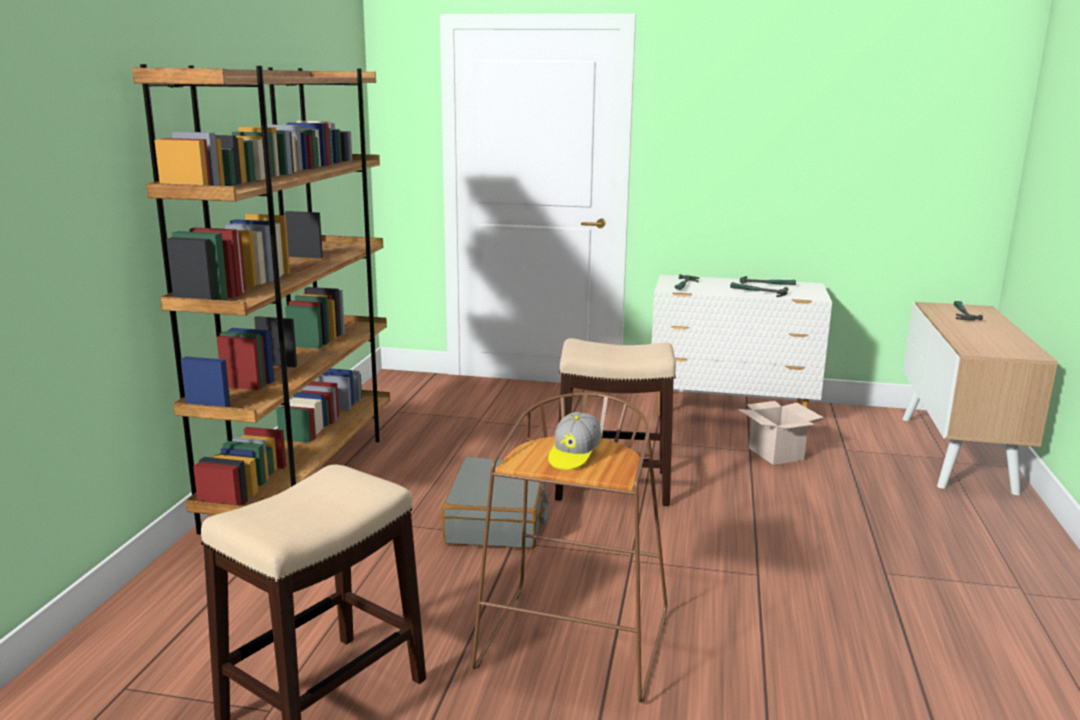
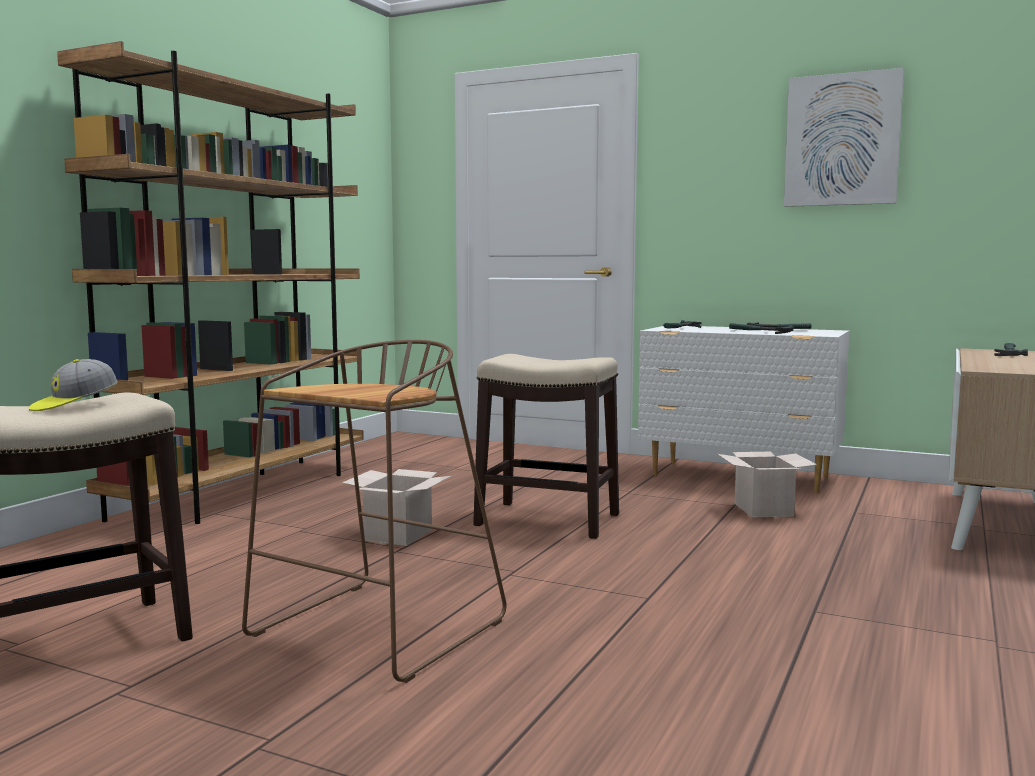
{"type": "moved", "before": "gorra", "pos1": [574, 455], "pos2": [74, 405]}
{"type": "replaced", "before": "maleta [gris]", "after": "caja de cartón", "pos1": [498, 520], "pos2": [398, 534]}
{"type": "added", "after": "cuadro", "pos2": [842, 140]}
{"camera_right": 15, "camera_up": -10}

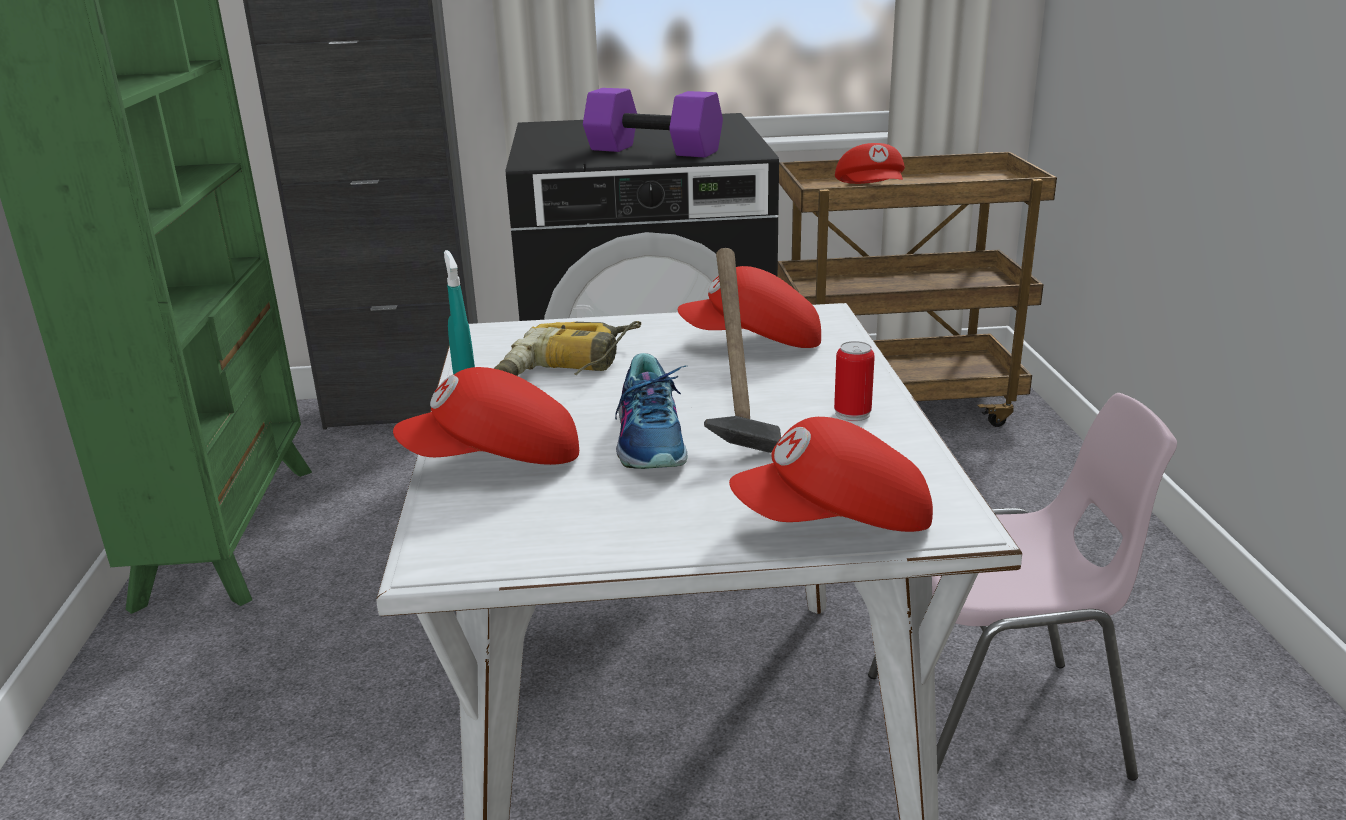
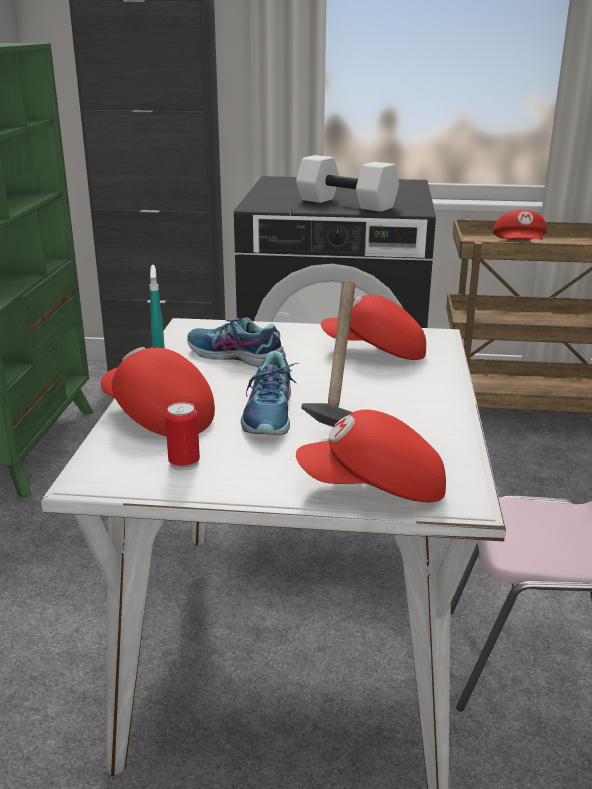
{"type": "turned", "before": "gorra [rojo]", "pos1": [495, 462], "pos2": [157, 417], "turn": 45}
{"type": "moved", "before": "lata", "pos1": [852, 413], "pos2": [184, 462]}
{"type": "replaced", "before": "taladro", "after": "zapato", "pos1": [568, 368], "pos2": [235, 357]}
{"type": "recoloured", "before": "mancuerna [morado]", "after": "mancuerna [blanco]", "pos1": [651, 151], "pos2": [344, 204]}
{"camera_right": 10, "camera_up": 0}

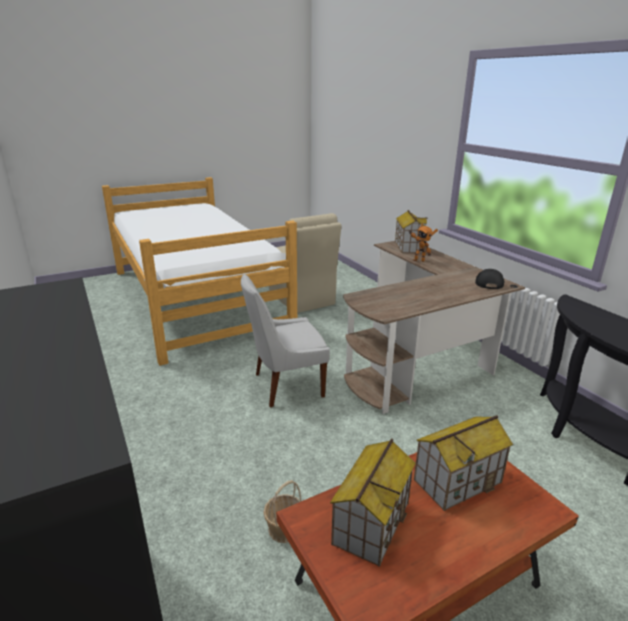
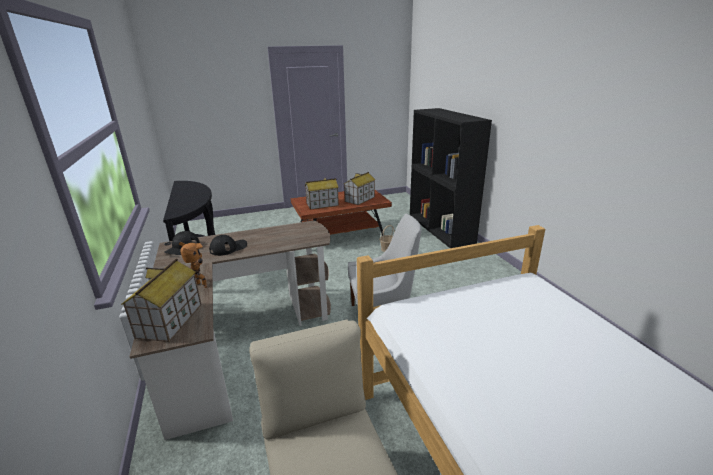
{"type": "added", "after": "gorra [negro]", "pos2": [228, 248]}
{"camera_right": -170, "camera_up": 0}

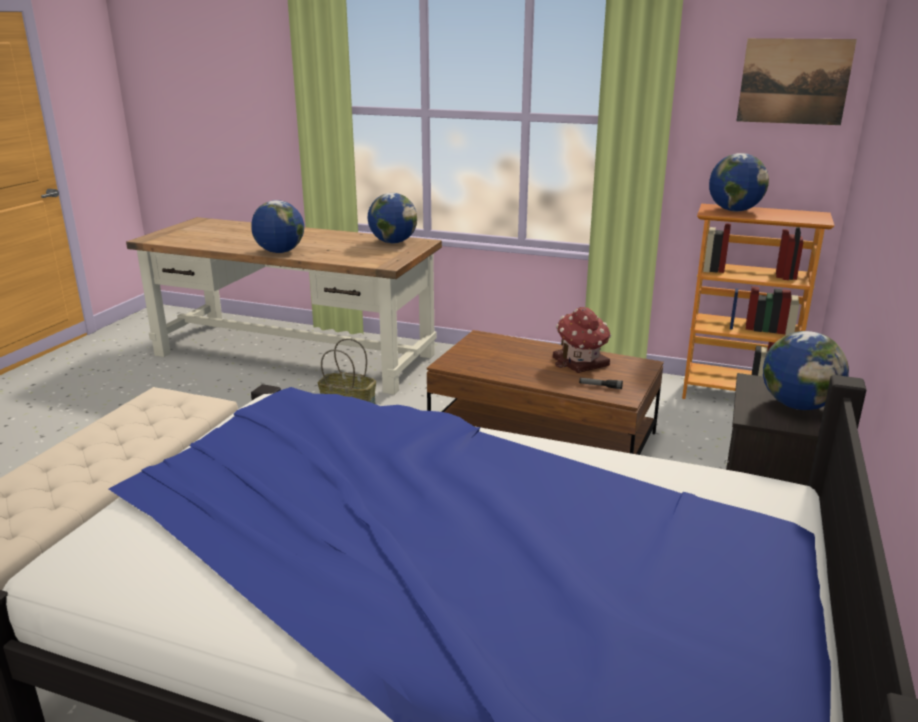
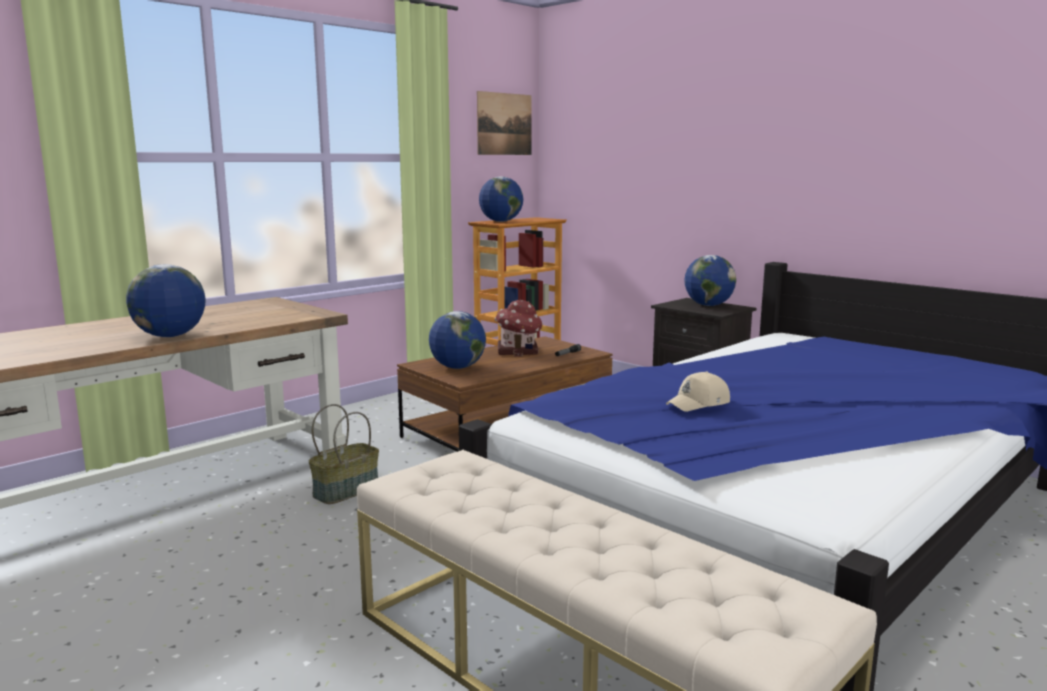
{"type": "moved", "before": "globo terráqueo", "pos1": [393, 242], "pos2": [457, 367]}
{"type": "added", "after": "gorra [beis]", "pos2": [699, 403]}
{"camera_right": -65, "camera_up": -10}

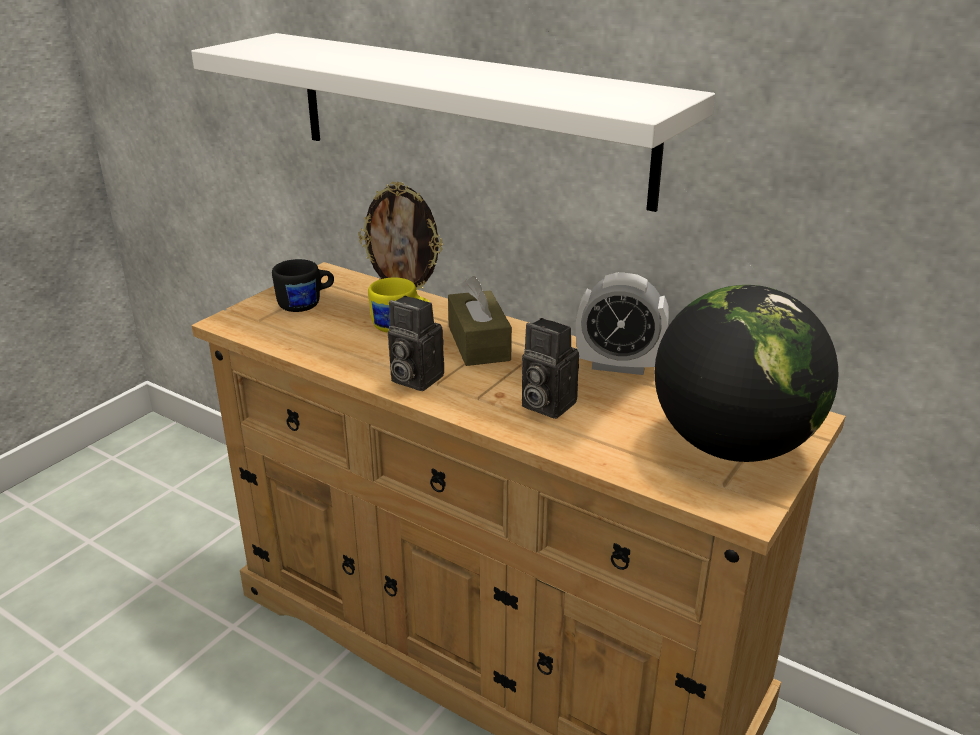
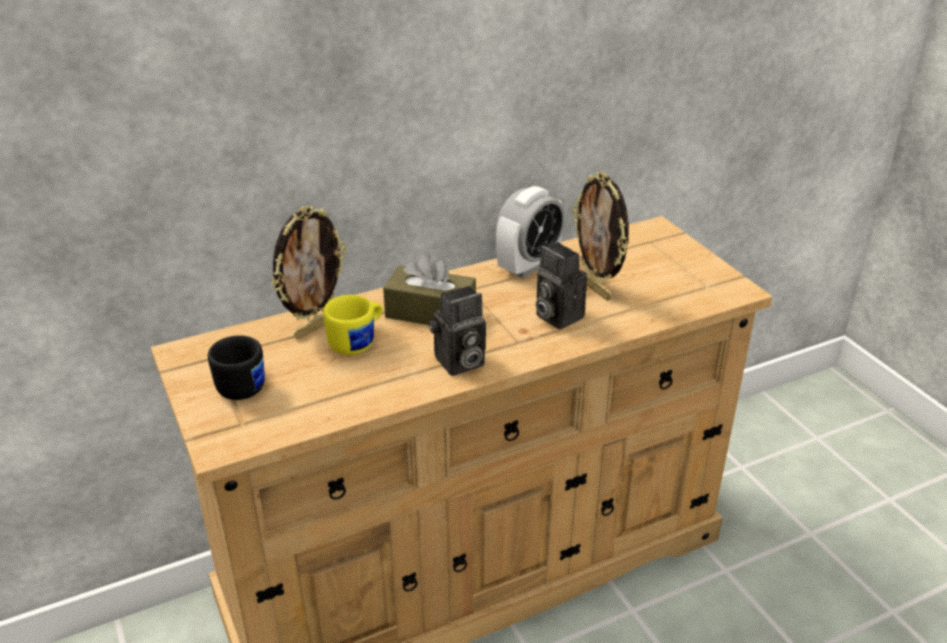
{"type": "turned", "before": "cámara", "pos1": [544, 404], "pos2": [555, 316], "turn": 75}
{"type": "added", "after": "portarretratos", "pos2": [596, 289]}
{"type": "removed", "before": "estante [blanco]", "pos1": [466, 116]}
{"type": "removed", "before": "globo terráqueo", "pos1": [732, 446]}
{"camera_right": -60, "camera_up": 5}

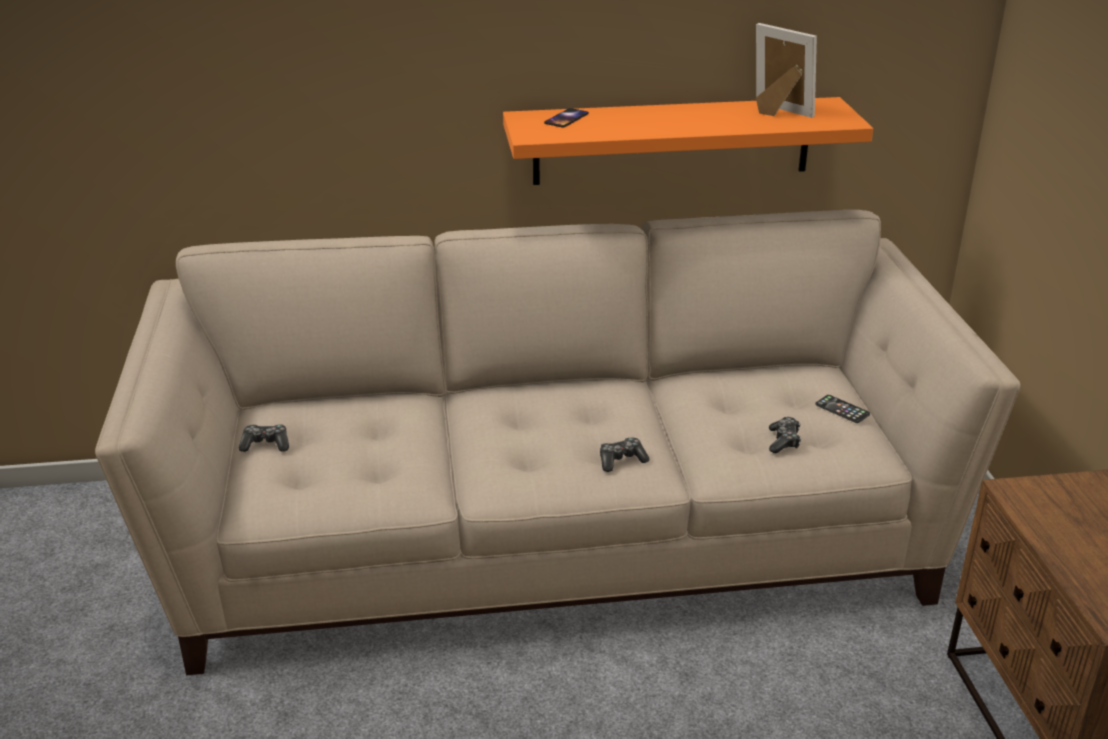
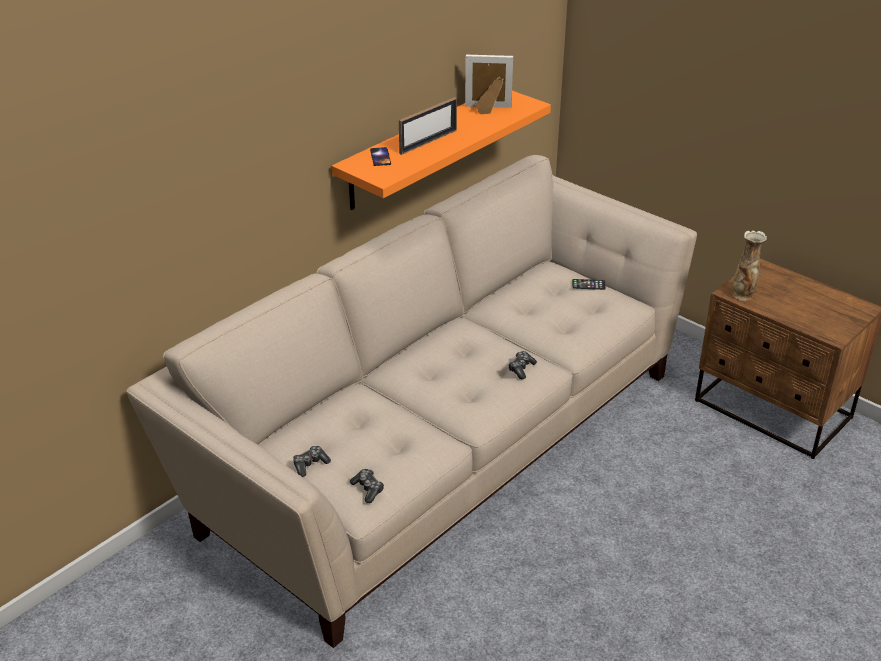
{"type": "moved", "before": "mando de consola", "pos1": [784, 441], "pos2": [368, 489]}
{"type": "added", "after": "portarretratos", "pos2": [428, 142]}
{"type": "added", "after": "florero", "pos2": [743, 295]}
{"camera_right": -40, "camera_up": 5}

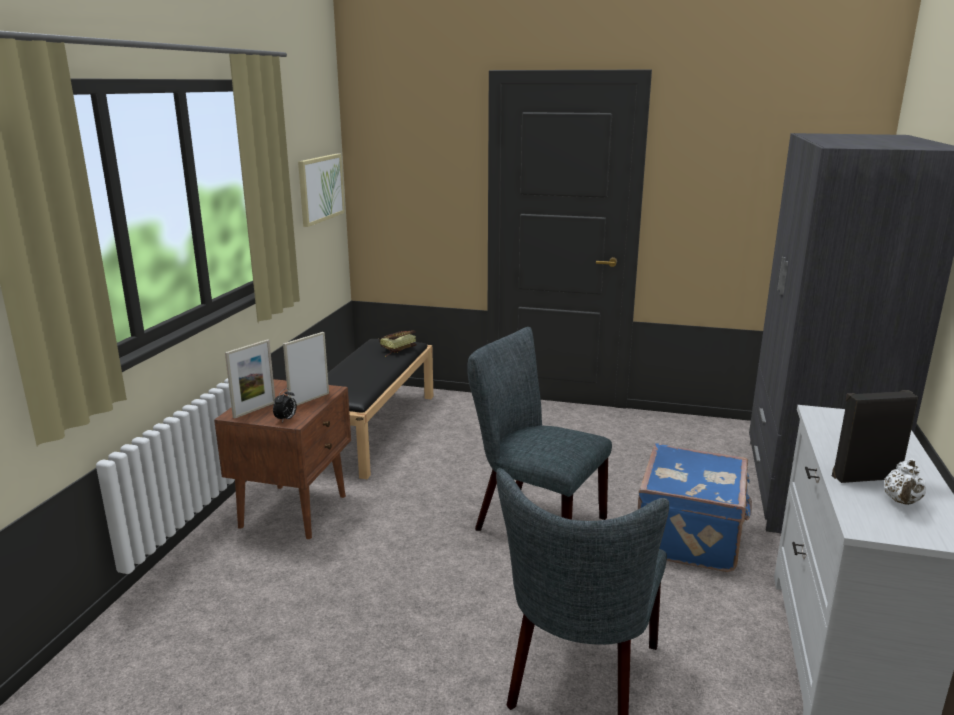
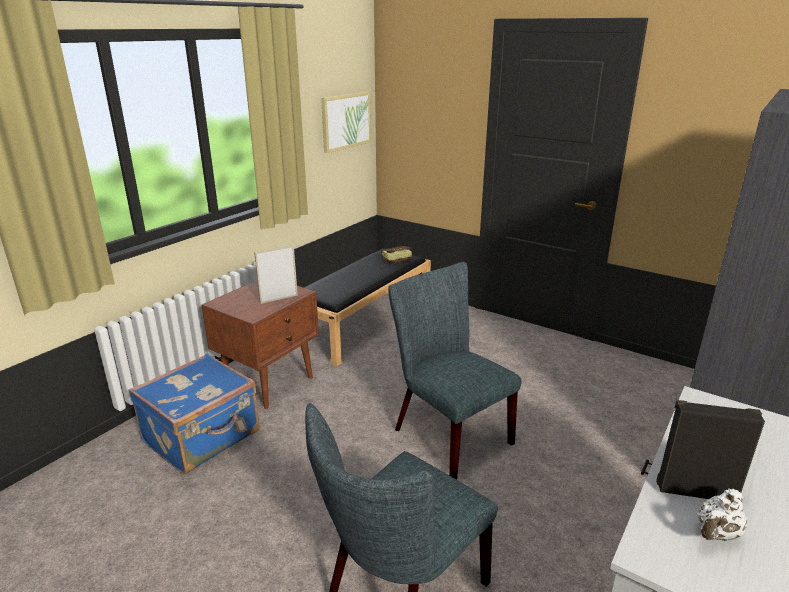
{"type": "moved", "before": "maleta [azul]", "pos1": [691, 536], "pos2": [203, 437]}
{"type": "removed", "before": "portarretratos", "pos1": [254, 410]}
{"type": "removed", "before": "despertador", "pos1": [286, 419]}
{"camera_right": 20, "camera_up": 5}

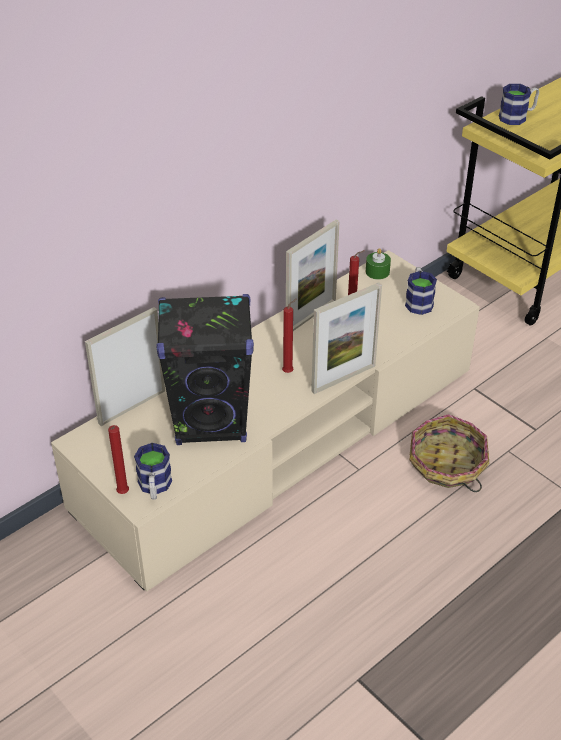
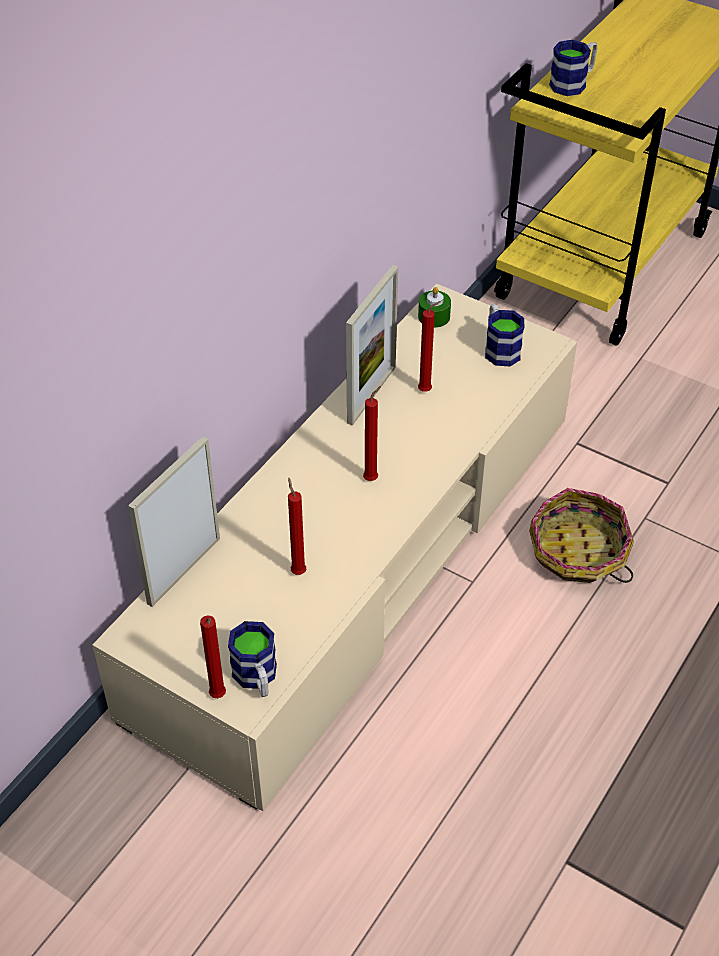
{"type": "replaced", "before": "altavoz [negro]", "after": "vela [rojo]", "pos1": [211, 422], "pos2": [297, 570]}
{"type": "removed", "before": "portarretratos", "pos1": [343, 378]}
{"camera_right": -15, "camera_up": 5}

